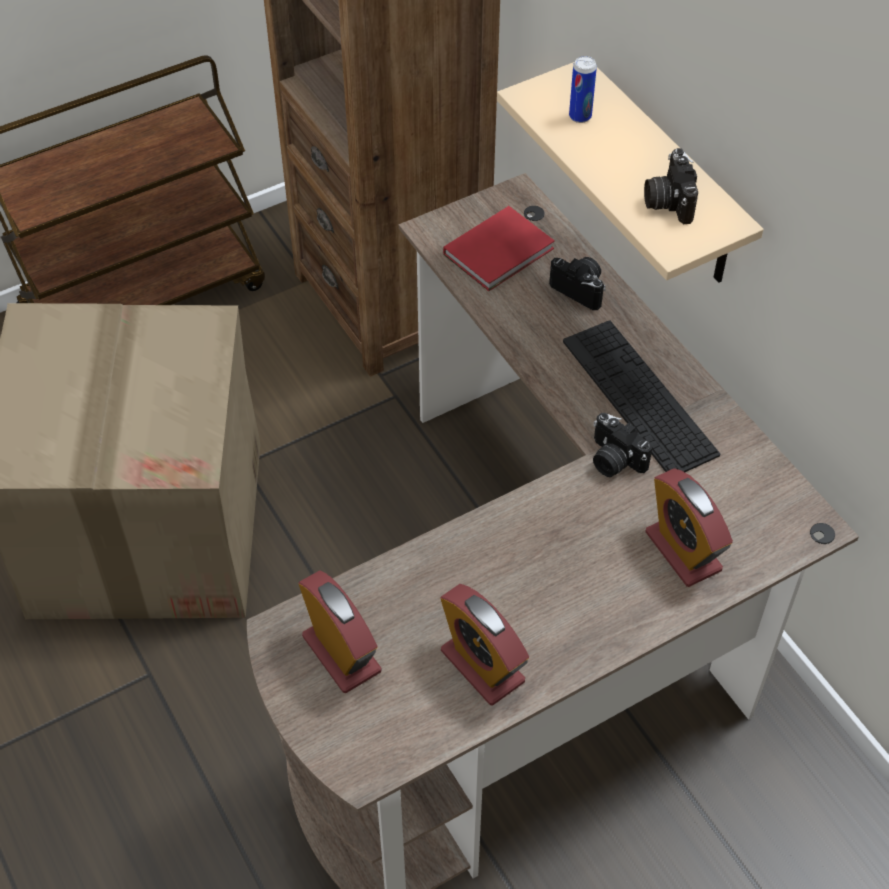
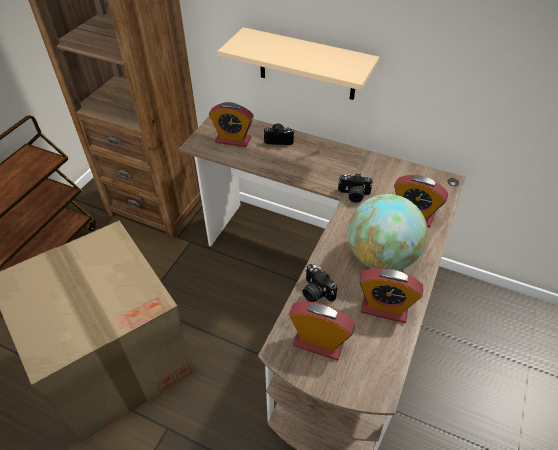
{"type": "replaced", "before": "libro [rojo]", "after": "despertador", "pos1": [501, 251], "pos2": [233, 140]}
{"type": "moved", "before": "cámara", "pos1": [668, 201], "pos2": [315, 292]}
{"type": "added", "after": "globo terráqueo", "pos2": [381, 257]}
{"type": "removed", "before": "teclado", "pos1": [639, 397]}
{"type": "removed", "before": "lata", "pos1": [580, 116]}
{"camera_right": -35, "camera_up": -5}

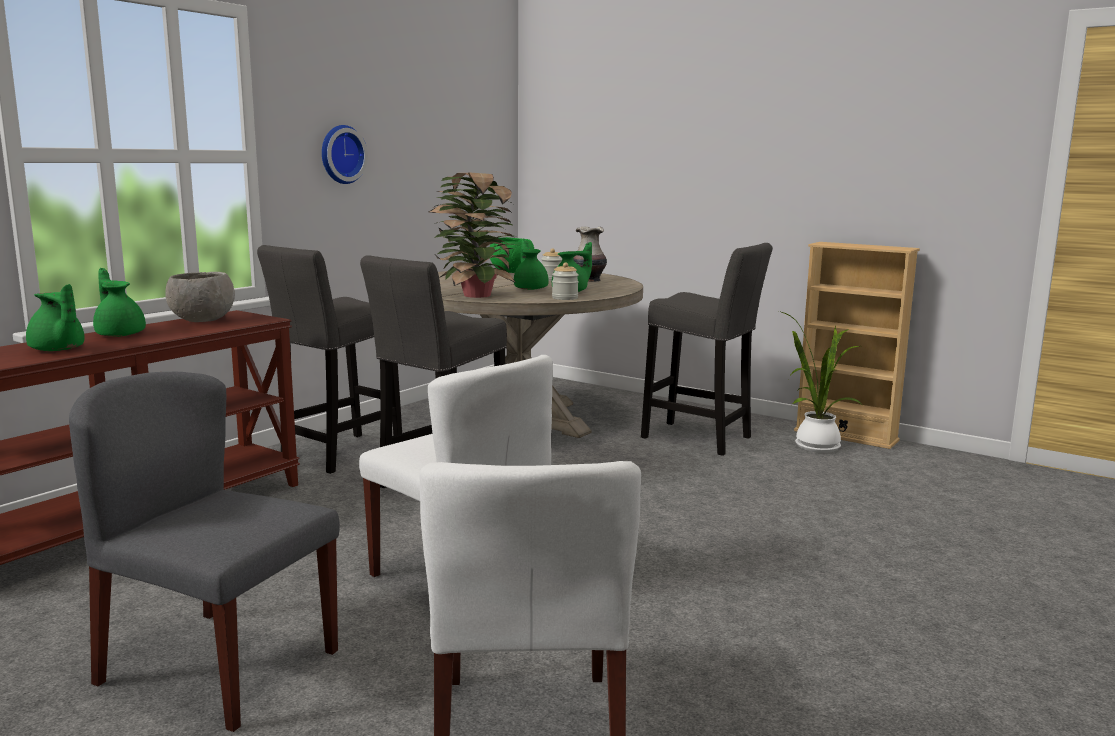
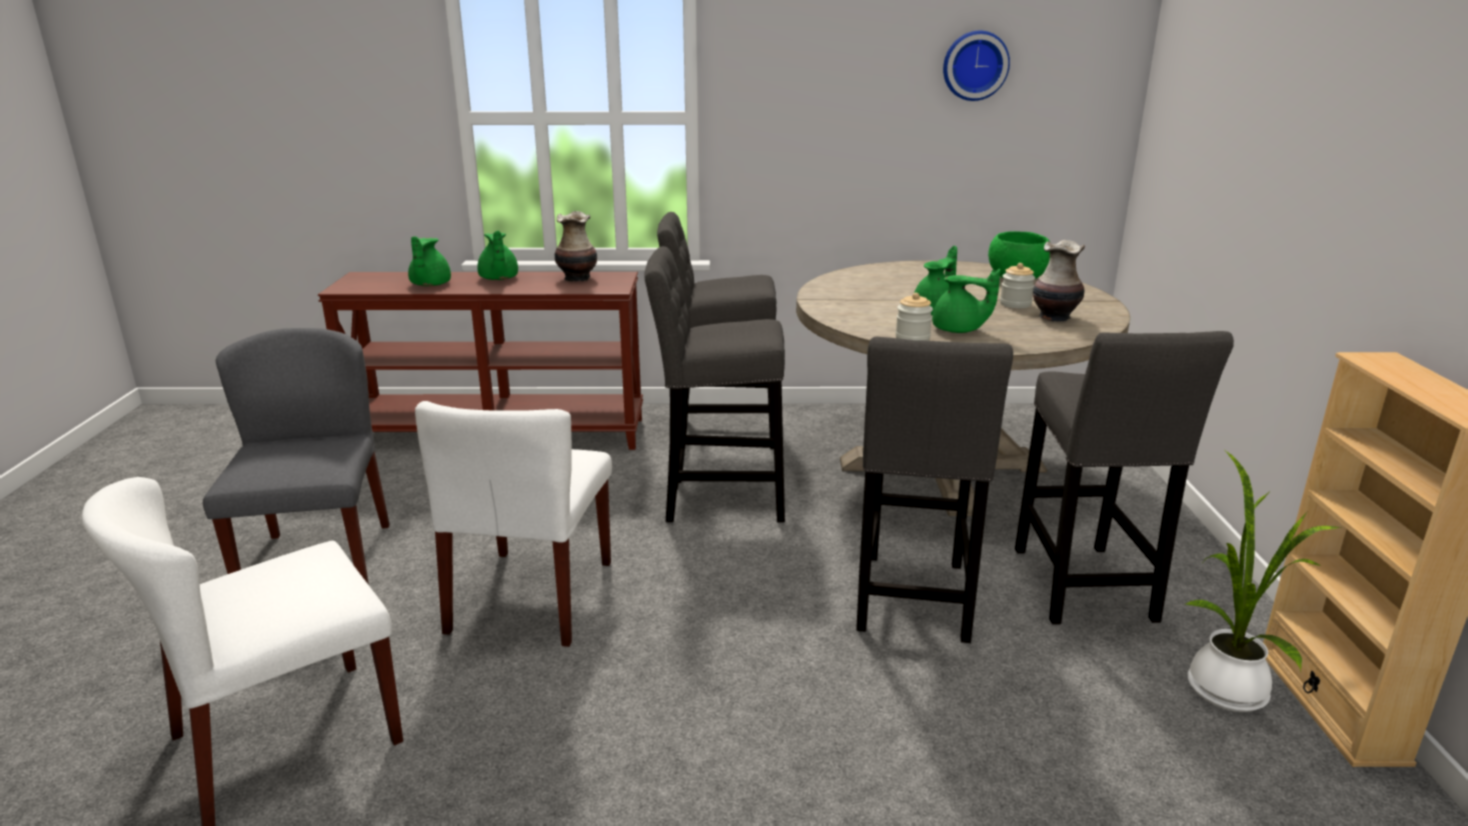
{"type": "turned", "before": "tetera [verde]", "pos1": [120, 334], "pos2": [498, 279], "turn": 150}
{"type": "replaced", "before": "cuenco [gris]", "after": "florero", "pos1": [203, 321], "pos2": [578, 278]}
{"type": "added", "after": "taburete [gris]", "pos2": [912, 602]}
{"type": "moved", "before": "reloj de pared", "pos1": [340, 154], "pos2": [974, 65]}
{"type": "removed", "before": "planta en maceta", "pos1": [474, 295]}
{"camera_right": 55, "camera_up": 10}

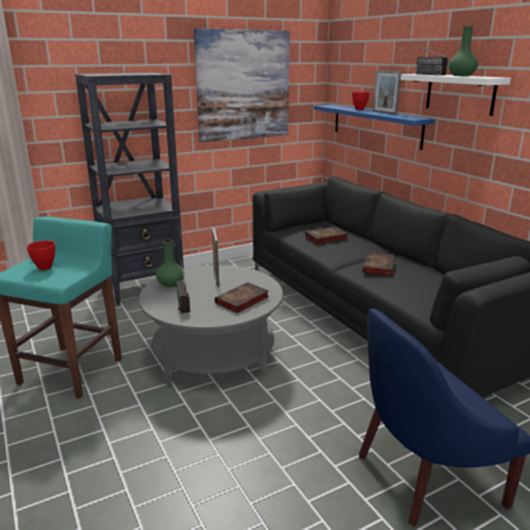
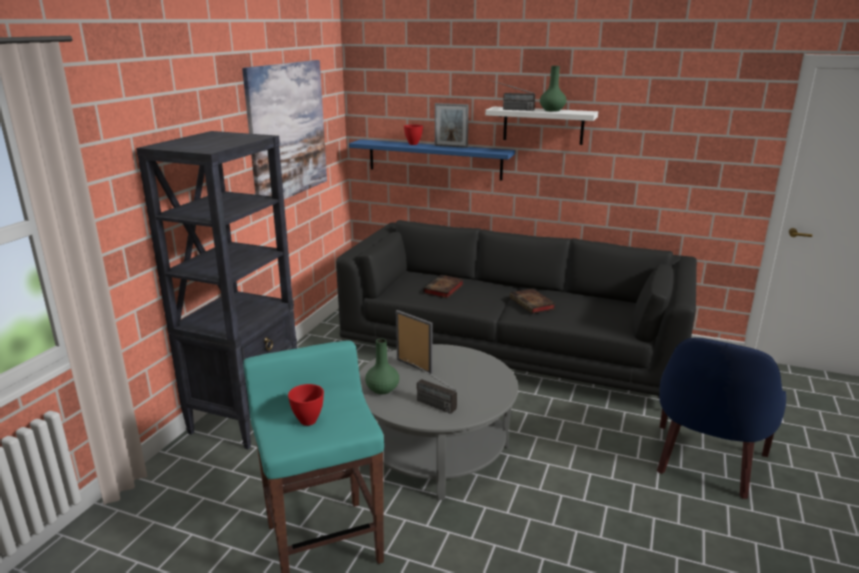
{"type": "removed", "before": "libro", "pos1": [241, 301]}
{"camera_right": -40, "camera_up": 0}

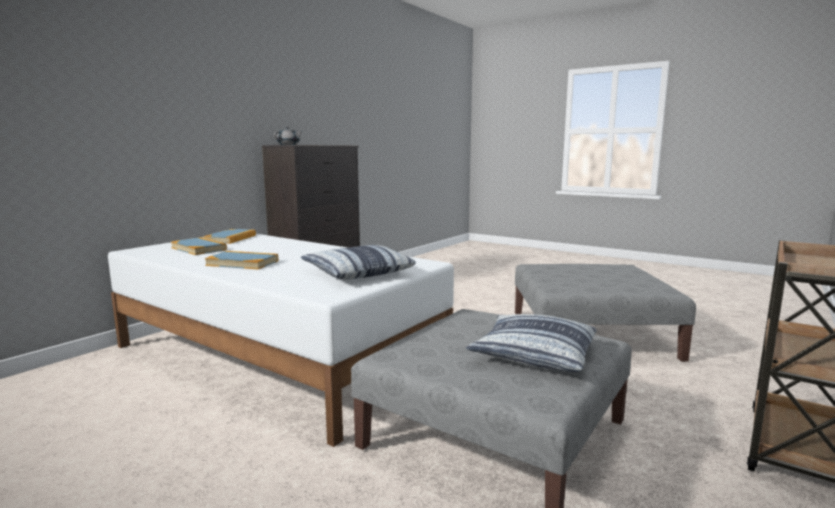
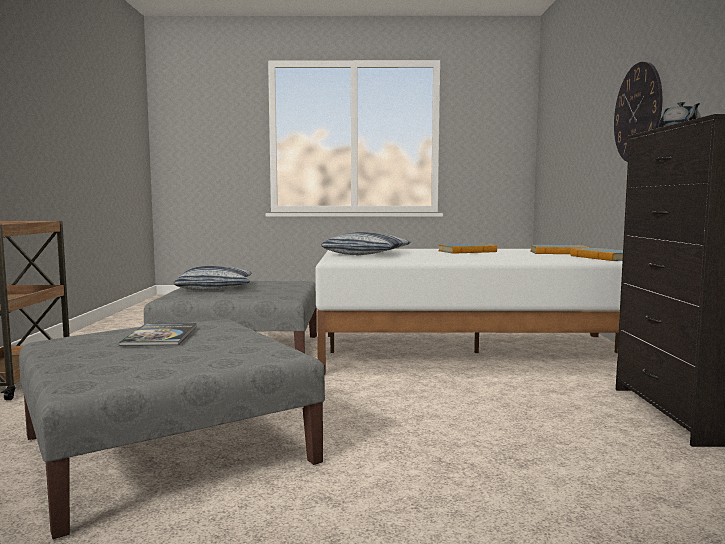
{"type": "added", "after": "libro", "pos2": [160, 336]}
{"type": "added", "after": "reloj de pared", "pos2": [637, 113]}
{"camera_right": 145, "camera_up": -5}

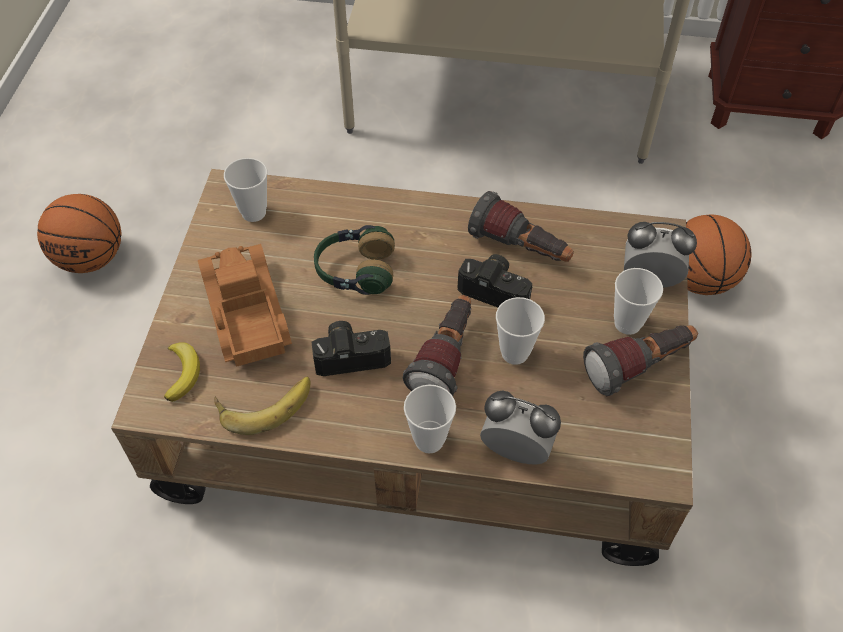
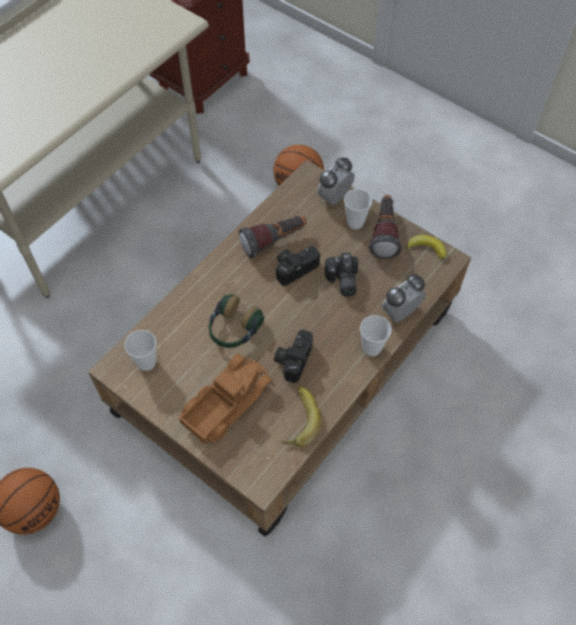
{"type": "turned", "before": "camión de juguete", "pos1": [244, 313], "pos2": [225, 402], "turn": 120}
{"type": "replaced", "before": "taza", "after": "cámara", "pos1": [514, 353], "pos2": [341, 281]}
{"type": "moved", "before": "plátano", "pos1": [182, 372], "pos2": [427, 248]}
{"type": "removed", "before": "linterna", "pos1": [445, 358]}
{"camera_right": -60, "camera_up": 5}

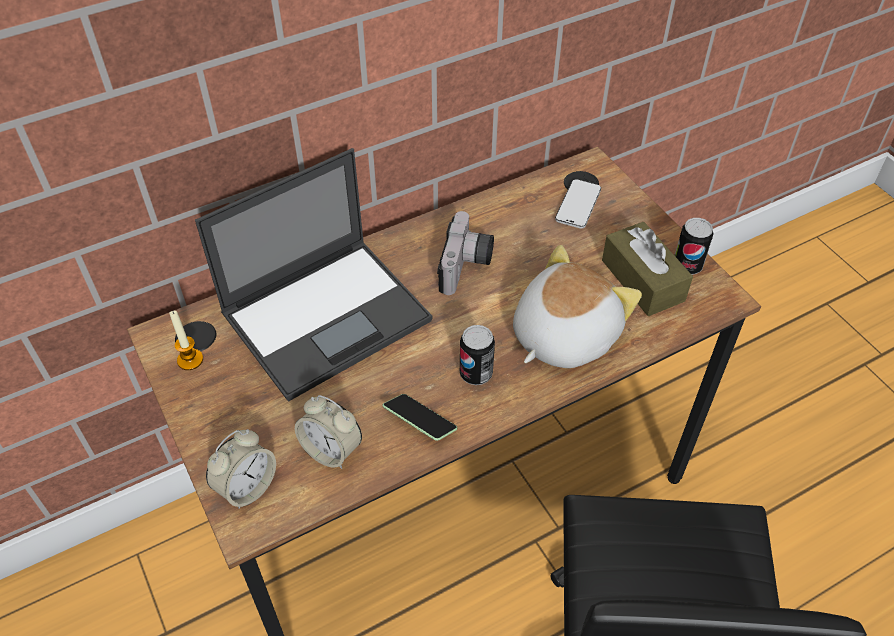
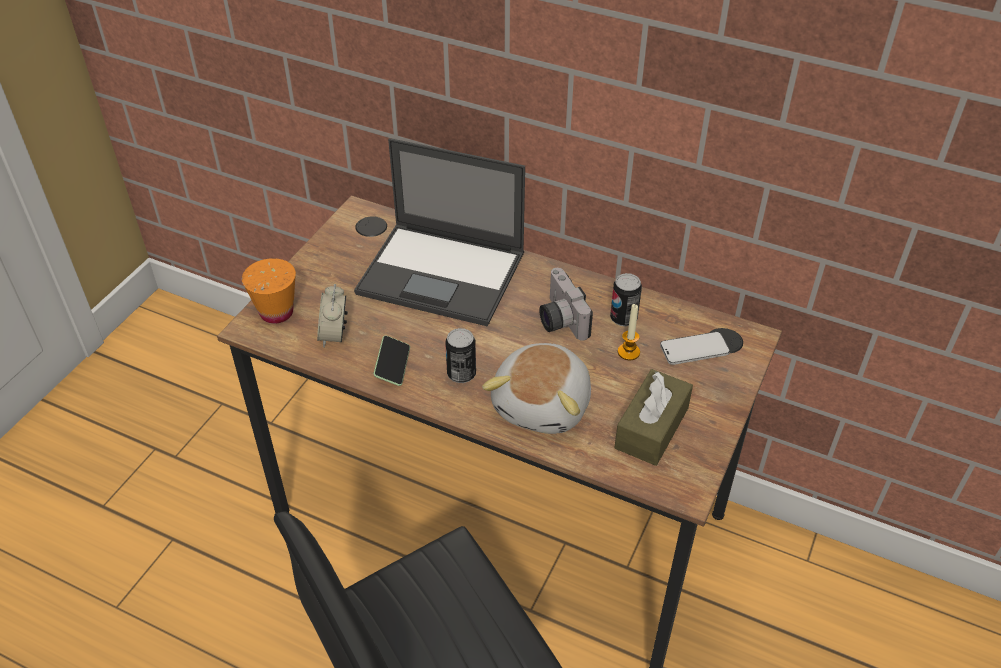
{"type": "replaced", "before": "despertador", "after": "taza [naranja]", "pos1": [247, 487], "pos2": [276, 312]}
{"type": "turned", "before": "peluche", "pos1": [562, 335], "pos2": [544, 405], "turn": 105}
{"type": "turned", "before": "cámara", "pos1": [466, 267], "pos2": [559, 319], "turn": 90}
{"type": "moved", "before": "lata", "pos1": [687, 265], "pos2": [623, 318]}
{"type": "moved", "before": "vela", "pos1": [190, 360], "pos2": [628, 352]}
{"camera_right": 55, "camera_up": -5}

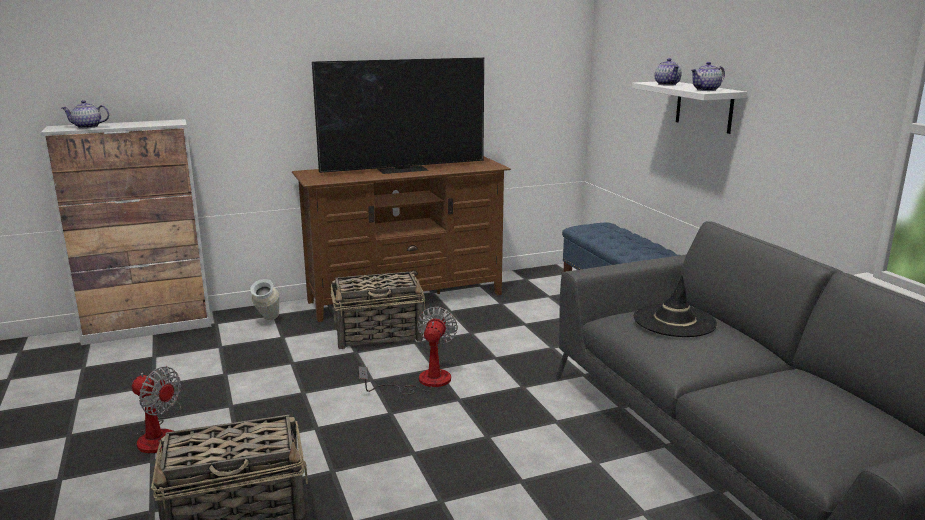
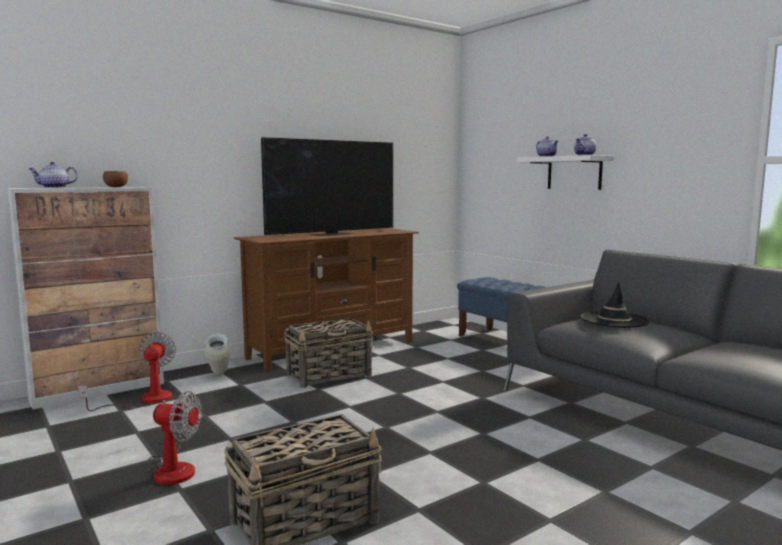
{"type": "moved", "before": "ventilador", "pos1": [423, 382], "pos2": [145, 400]}
{"type": "added", "after": "cuenco [marrón]", "pos2": [116, 187]}
{"camera_right": -15, "camera_up": -10}

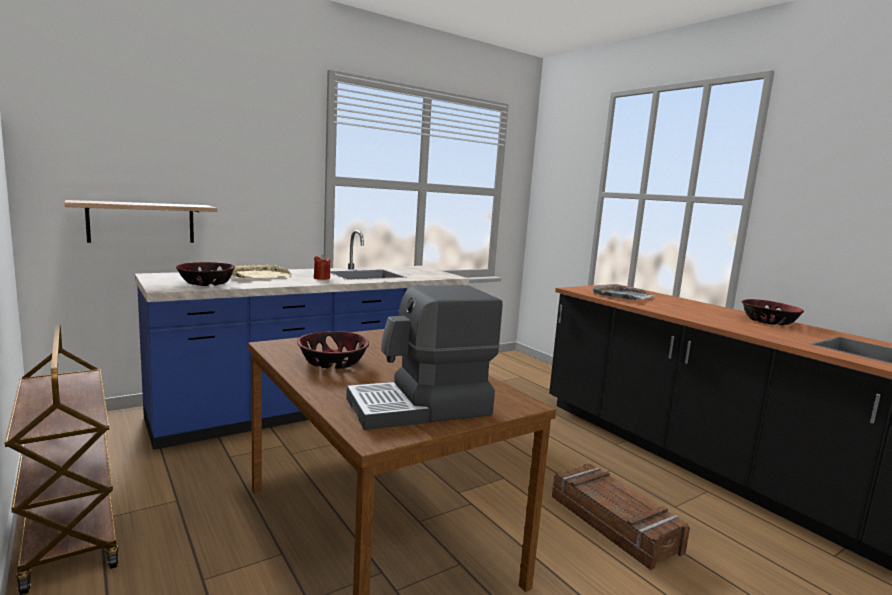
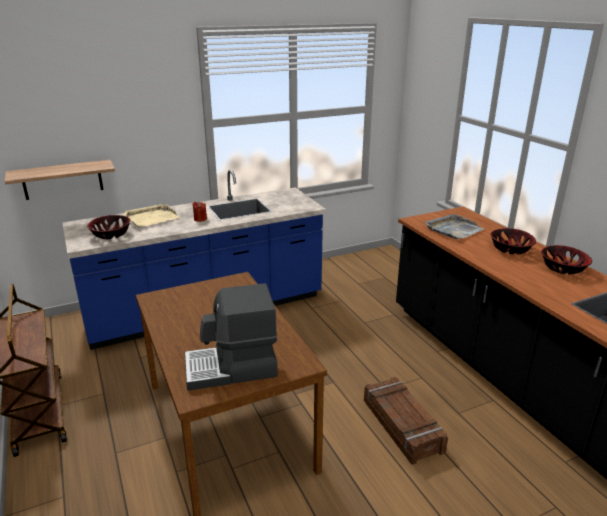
{"type": "moved", "before": "cuenco", "pos1": [333, 362], "pos2": [511, 249]}
{"camera_right": 10, "camera_up": 15}

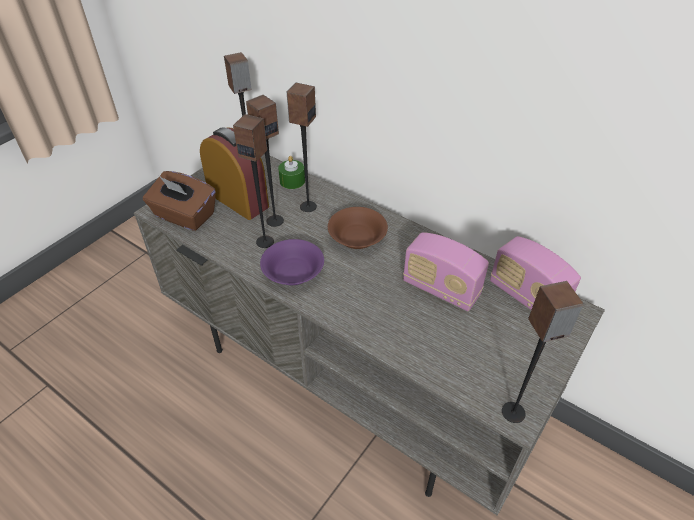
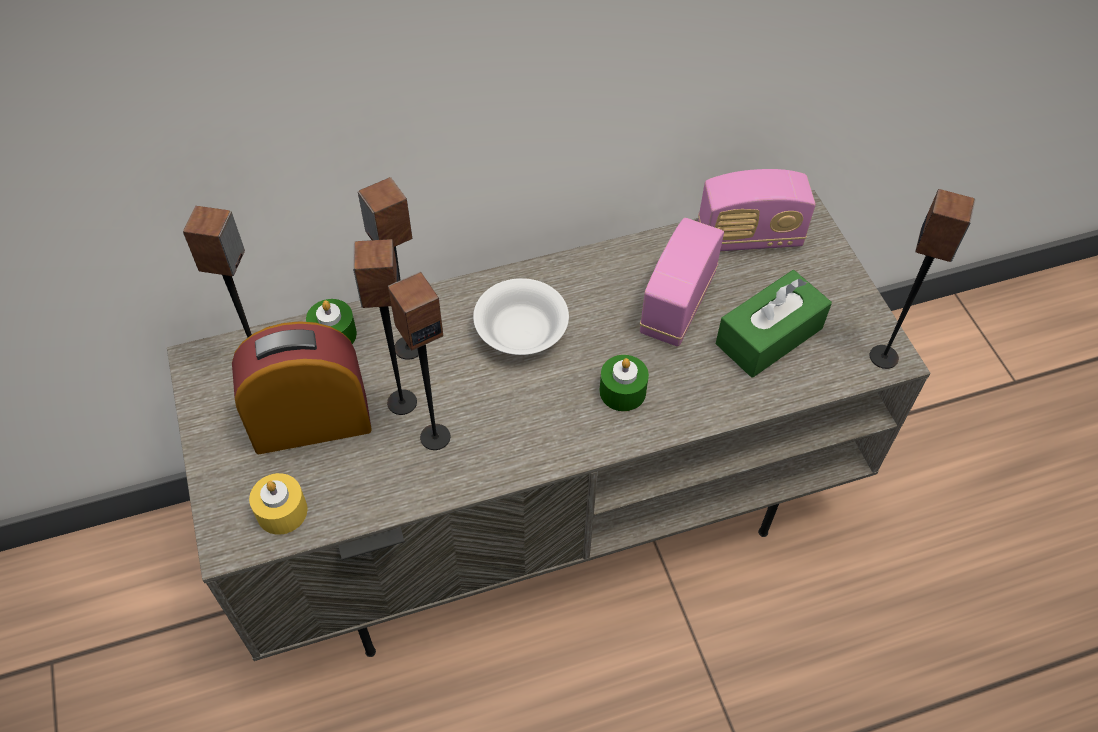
{"type": "replaced", "before": "caja de pañuelos [marrón]", "after": "vela [amarillo]", "pos1": [184, 216], "pos2": [282, 511]}
{"type": "recoloured", "before": "cuenco [marrón]", "after": "cuenco [blanco]", "pos1": [357, 238], "pos2": [520, 330]}
{"type": "added", "after": "vela [verde]", "pos2": [622, 391]}
{"type": "turned", "before": "radio", "pos1": [441, 289], "pos2": [677, 304], "turn": 135}
{"type": "added", "after": "caja de pañuelos [verde]", "pos2": [769, 336]}
{"type": "removed", "before": "cuenco [morado]", "pos1": [293, 273]}
{"camera_right": -55, "camera_up": 10}

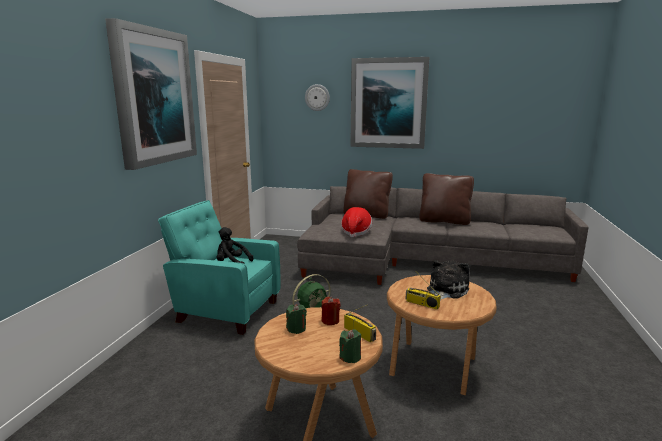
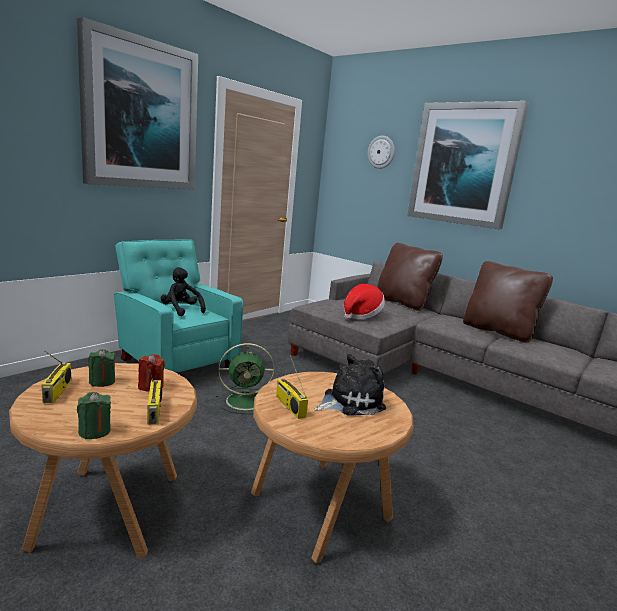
{"type": "added", "after": "radio", "pos2": [58, 391]}
{"camera_right": 25, "camera_up": 0}

